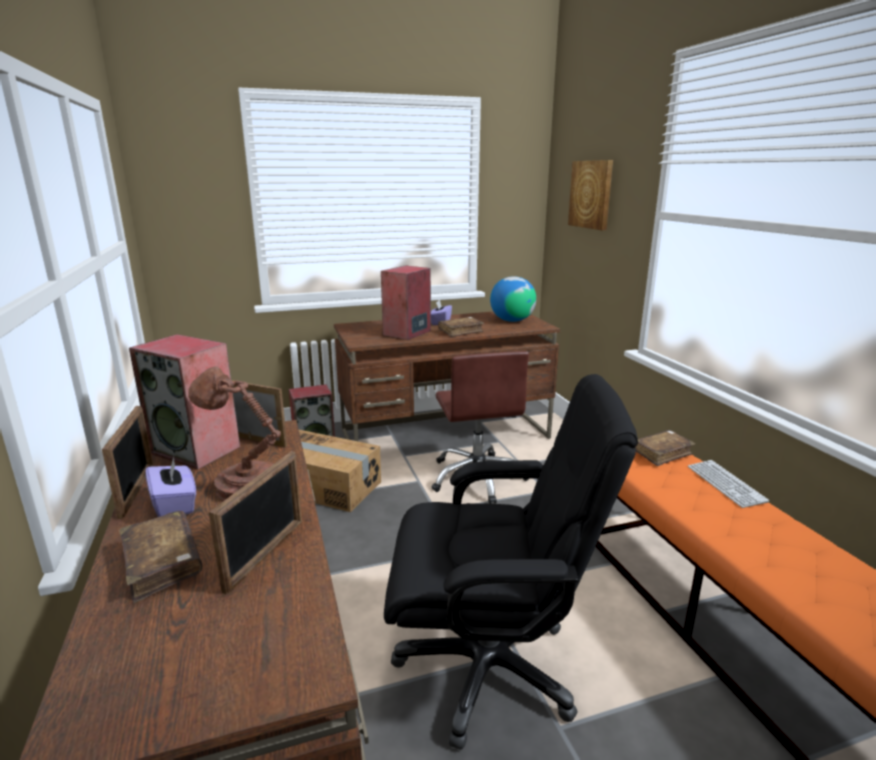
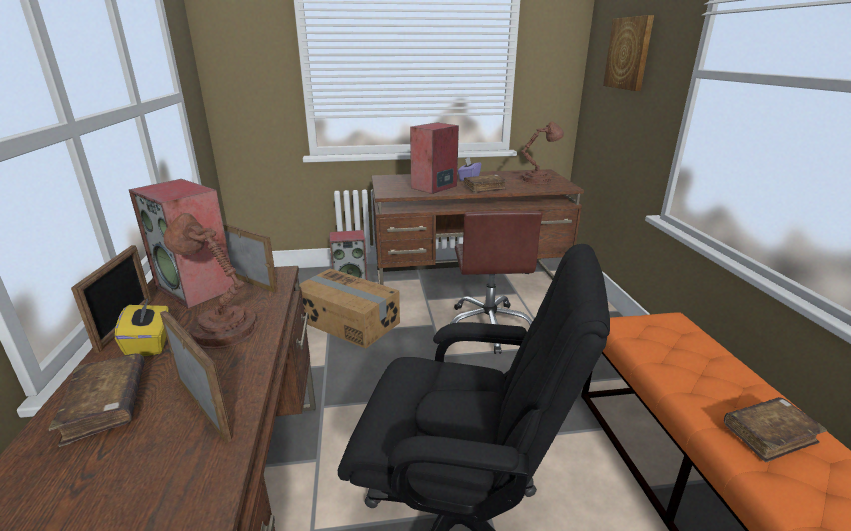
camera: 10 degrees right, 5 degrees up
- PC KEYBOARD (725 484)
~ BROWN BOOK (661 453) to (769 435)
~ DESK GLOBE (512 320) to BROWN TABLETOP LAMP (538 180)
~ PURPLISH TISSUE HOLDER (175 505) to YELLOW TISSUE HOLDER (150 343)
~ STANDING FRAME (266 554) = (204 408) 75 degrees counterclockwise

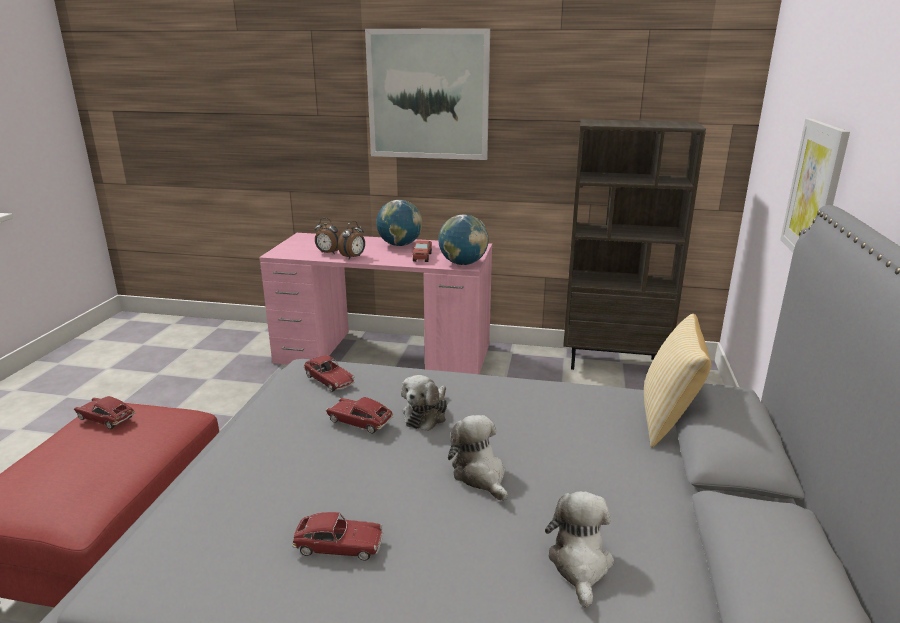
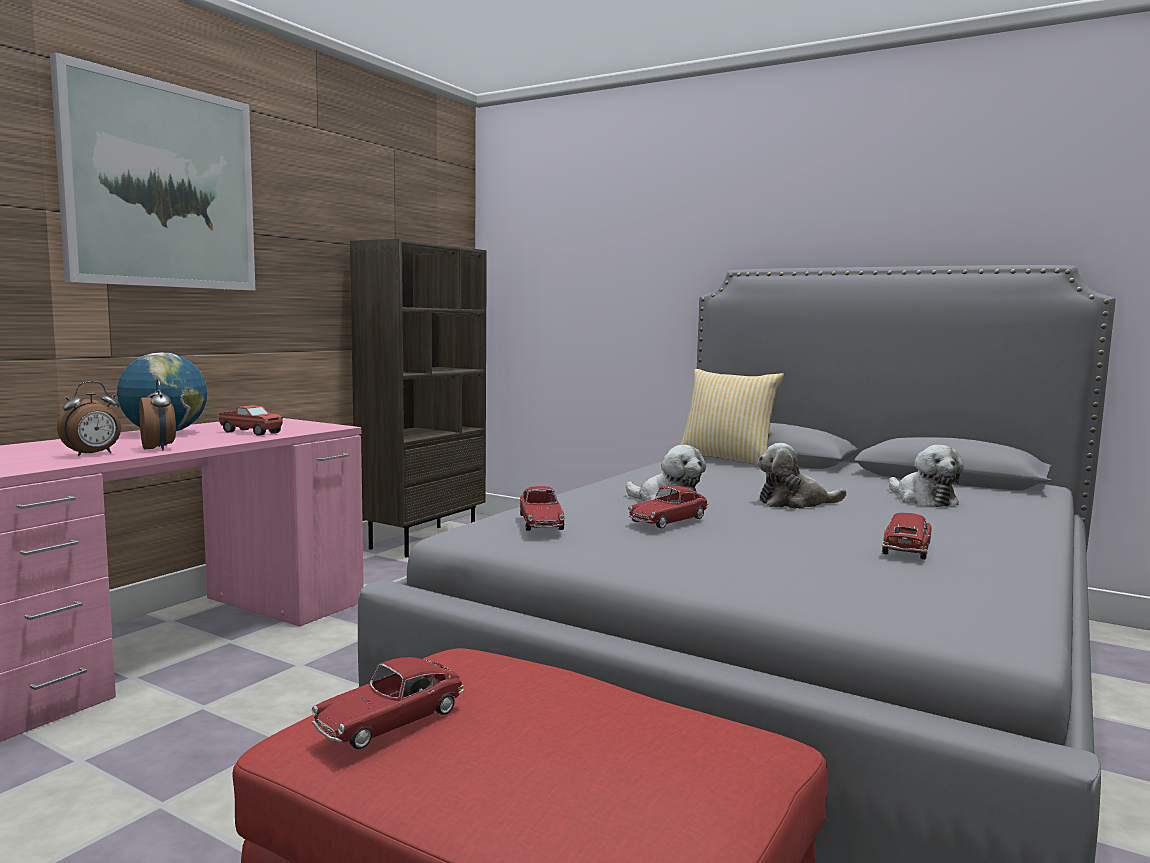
camera: 70 degrees left, 15 degrees down
- DESK GLOBE (463 264)
- PICTURE (814 192)
~ TOY CAR (329 380) = (541 522) 105 degrees clockwise
~ CUDDLY TOY (580 564) = (922 499) 135 degrees counterclockwise

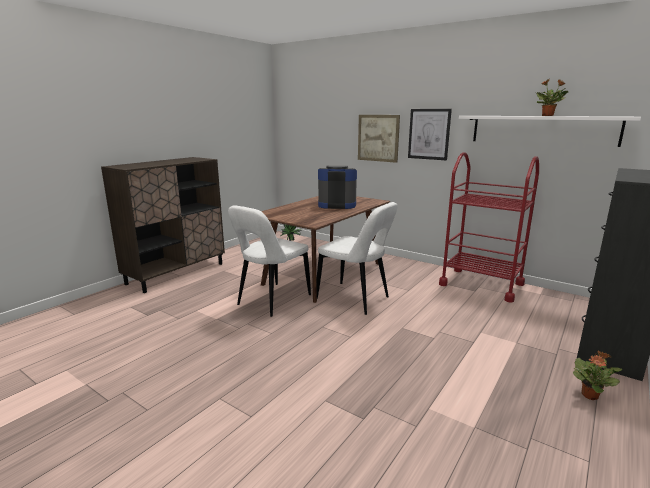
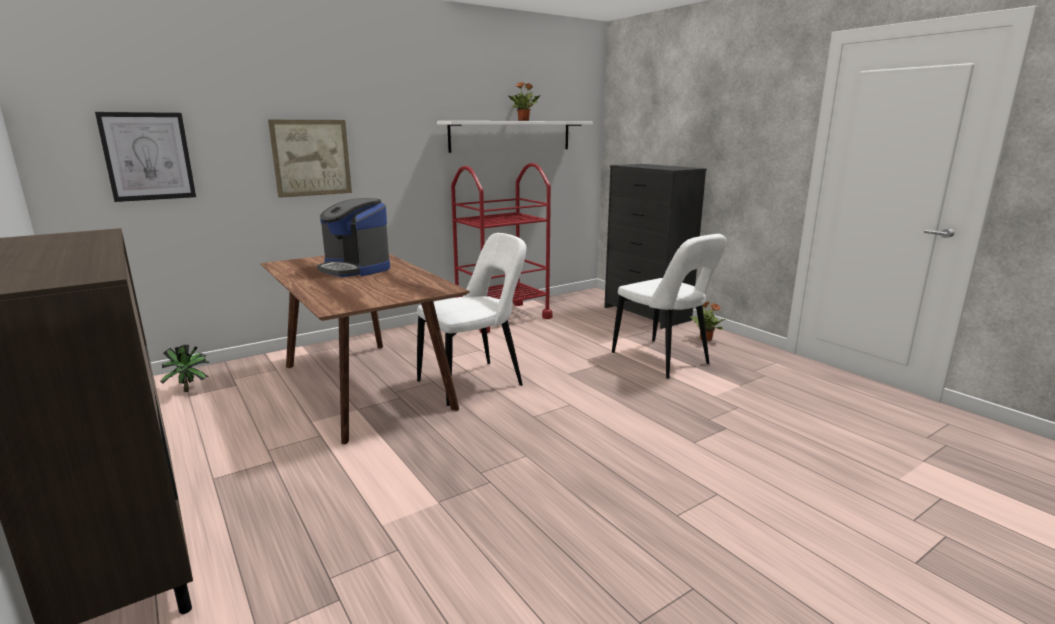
camera: 70 degrees left, 0 degrees up
~ WHITE-COLOURED CHAIR (271 301) to (663 360)
~ PICTURE (429 134) to (148 156)
~ COFFEE MAKER (337 205) = (355 269) 75 degrees counterclockwise

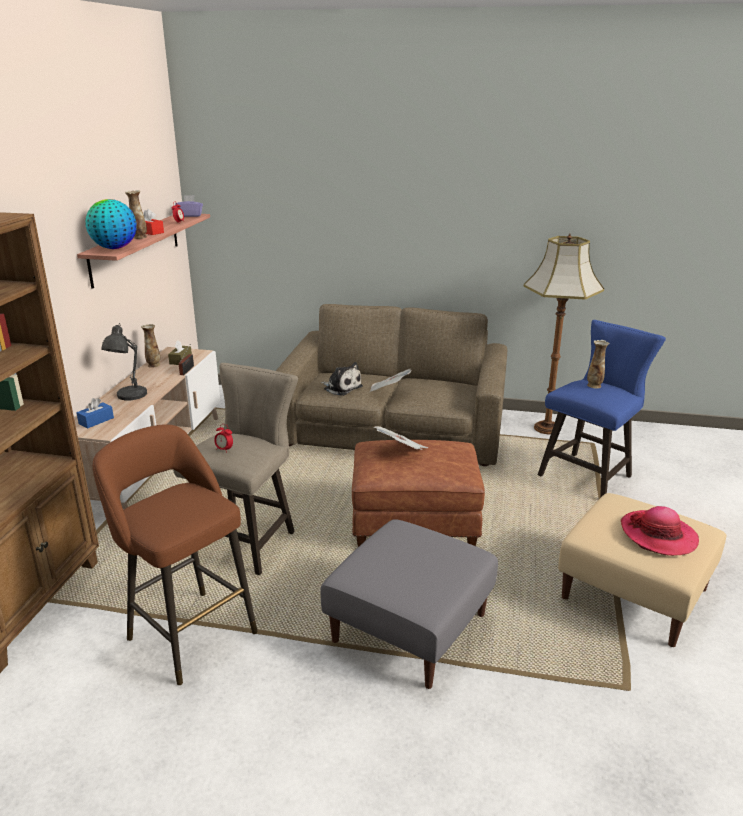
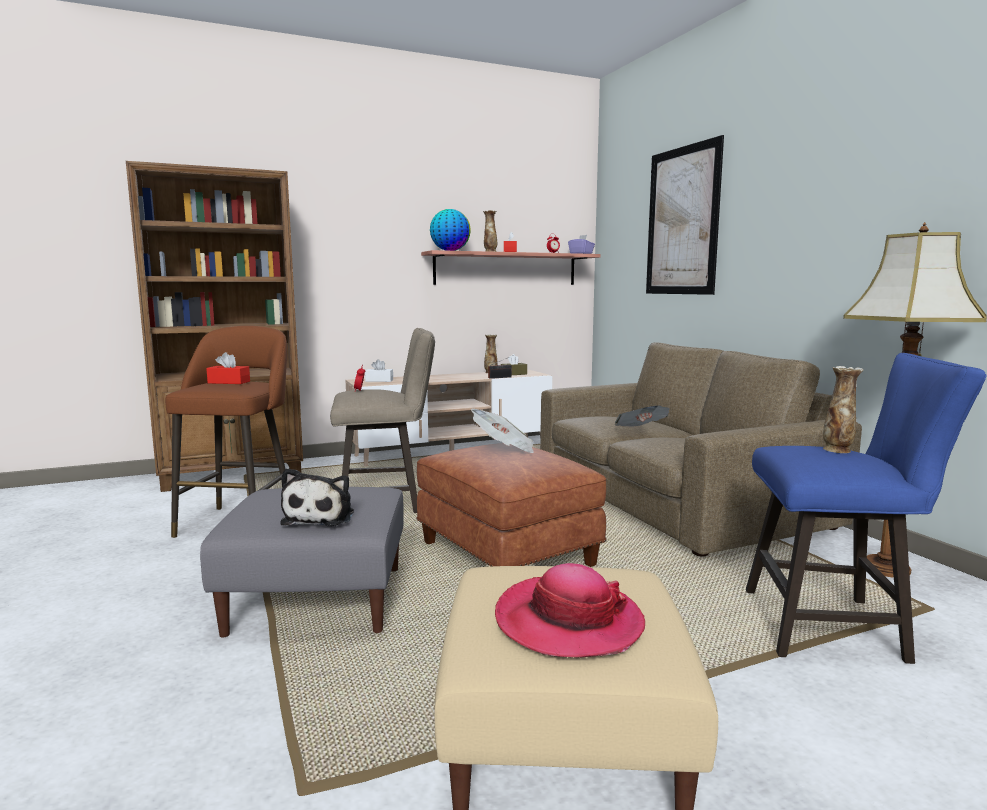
camera: 55 degrees right, 15 degrees down
- GREY TABLETOP LAMP (129 396)
+ REDDISH TISSUE HOLDER (229 382)
+ PICTURE (682 221)
~ CUDDLY TOY (341 387) to (321 517)
~ BLUE-COLOURED TISSUE HOLDER (96 421) to WHITE-COLOURED TISSUE HOLDER (379 380)

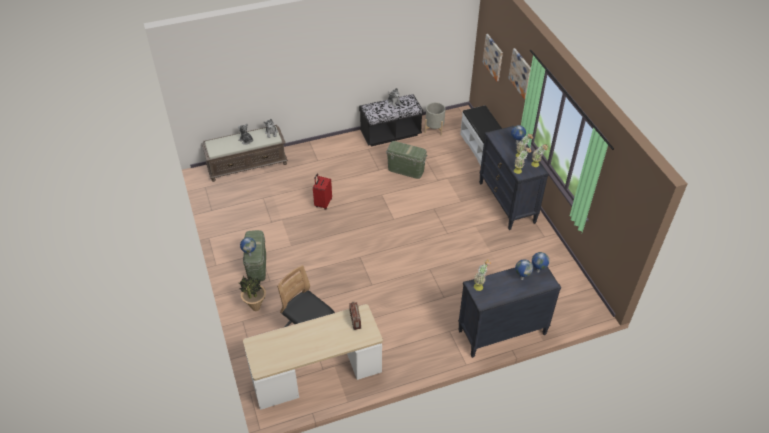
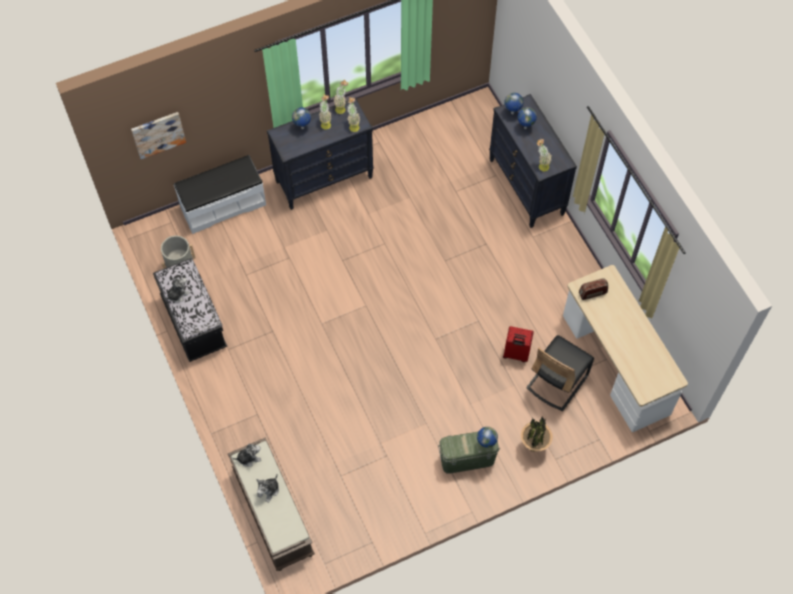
camera: 95 degrees left, 15 degrees up
- GREEN STORAGE BOX (406 170)
- PICTURE (521 73)
~ REDDISH SUITCASE (323 203) to (516 354)

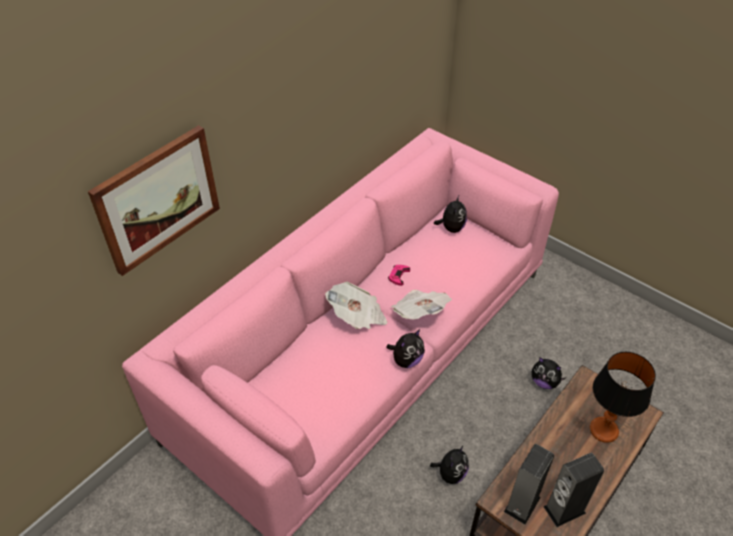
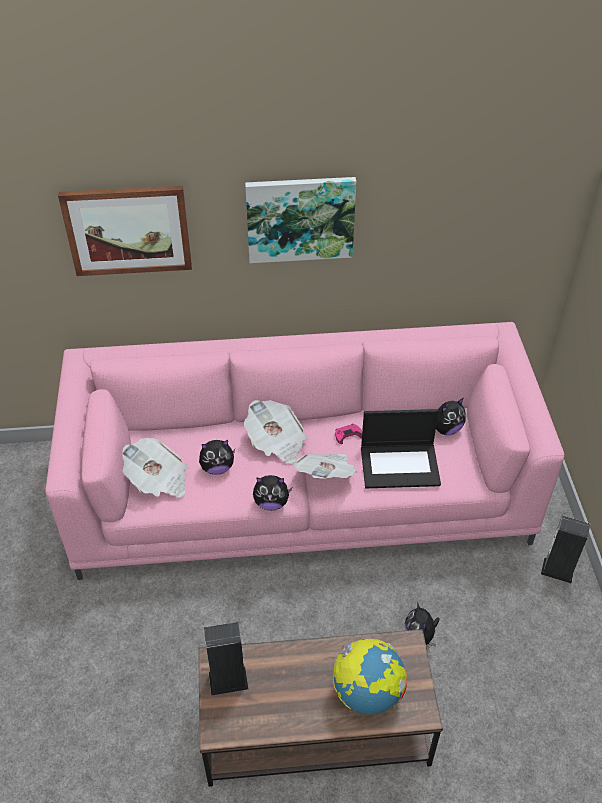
camera: 45 degrees right, 0 degrees up
+ NEWSPAPER (158 480)
+ PICTURE (300 218)
+ NOTEBOOK COMPUTER (400 465)
~ CUDDLY TOY (450 474) to (217 467)
~ AUDIO SPEAKER (564 509) to (557 570)
~ TABLETOP LAMP (604 430) to DESK GLOBE (367 692)

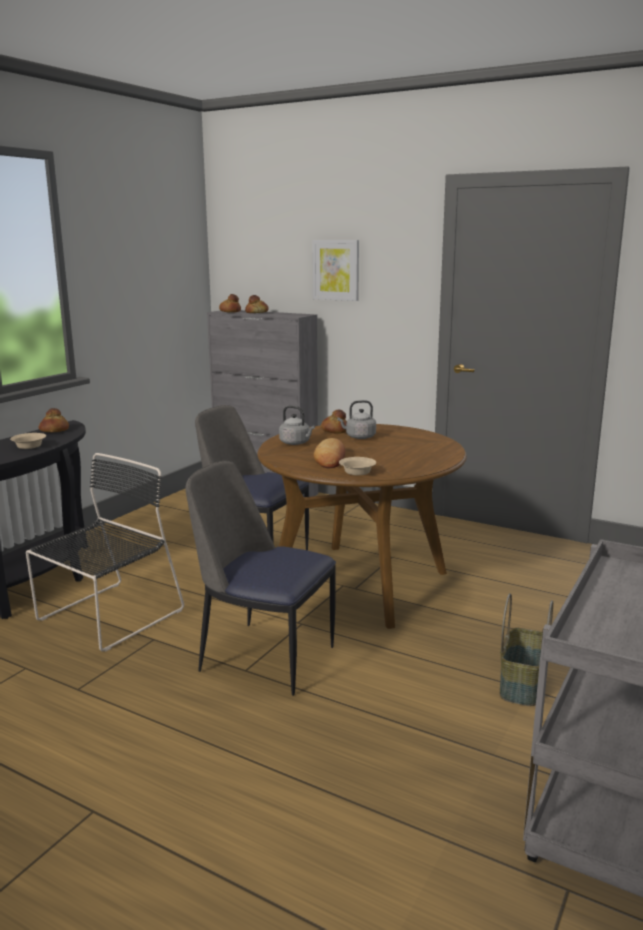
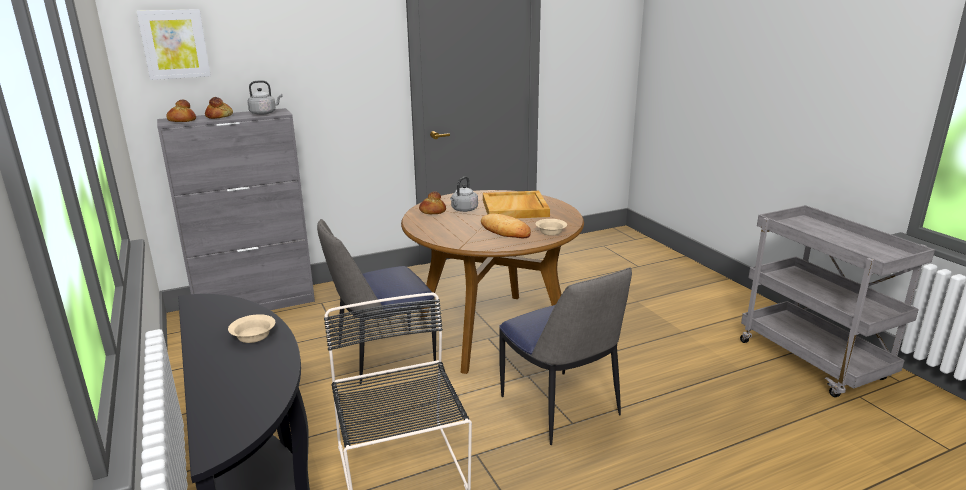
camera: 55 degrees left, 5 degrees up
- BAKERY BREAD (54 430)
- BASKET (521 684)
+ BEIGE CARRYING TRAY (515 208)
~ GREY KETTLE (296 443) to (264 113)
~ PICTURE (336 270) to (174 44)
~ CHAIR (264 657) = (561 408) 90 degrees counterclockwise

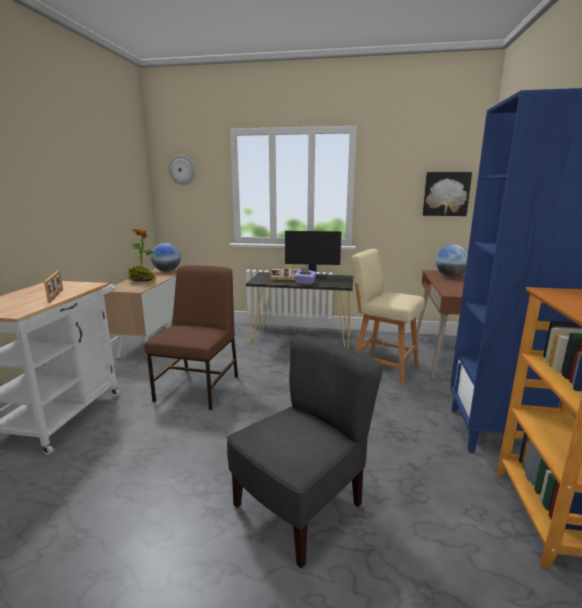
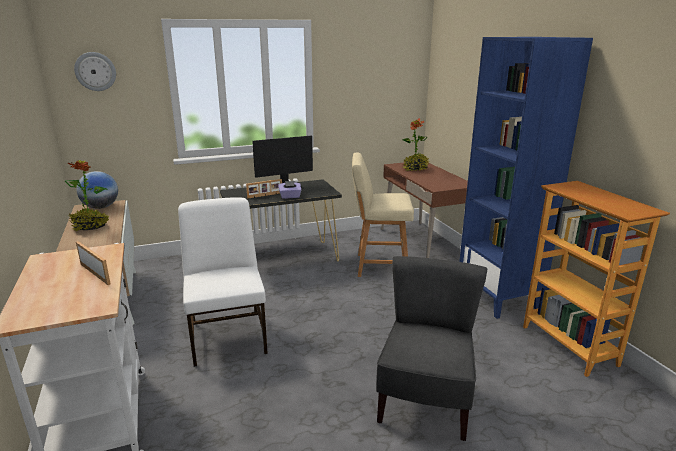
camera: 30 degrees left, 5 degrees up
- PICTURE (446 194)
~ DESK GLOBE (451 276) to HOUSEPLANT (415 169)
~ BROWN CHAIR (199 387) to WHITE-COLOURED CHAIR (228 336)

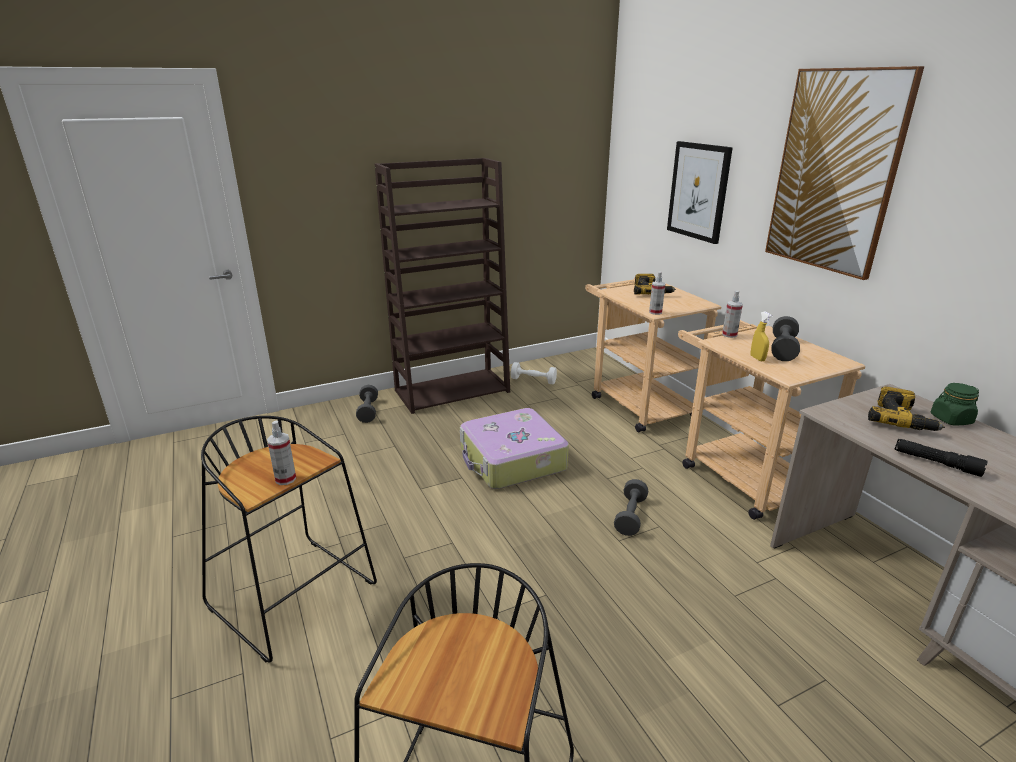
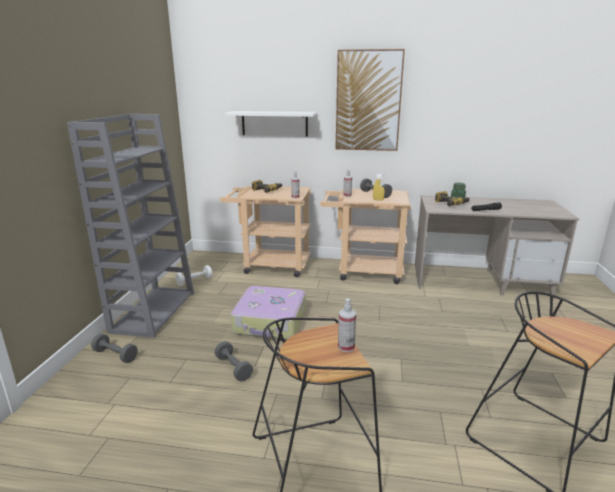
camera: 55 degrees left, 5 degrees down
~ GREY HAND WEIGHT (630 516) to (233 368)
~ PICTURE (698 191) to WHITE-COLOURED BRACKET SHELF (274 123)
~ BROWN BOOKCASE (453 390) to GREY BOOKCASE (153 311)

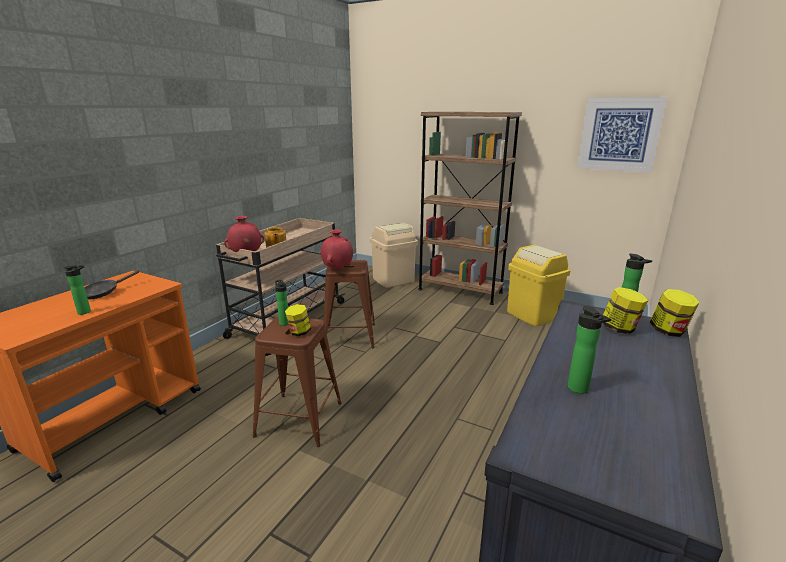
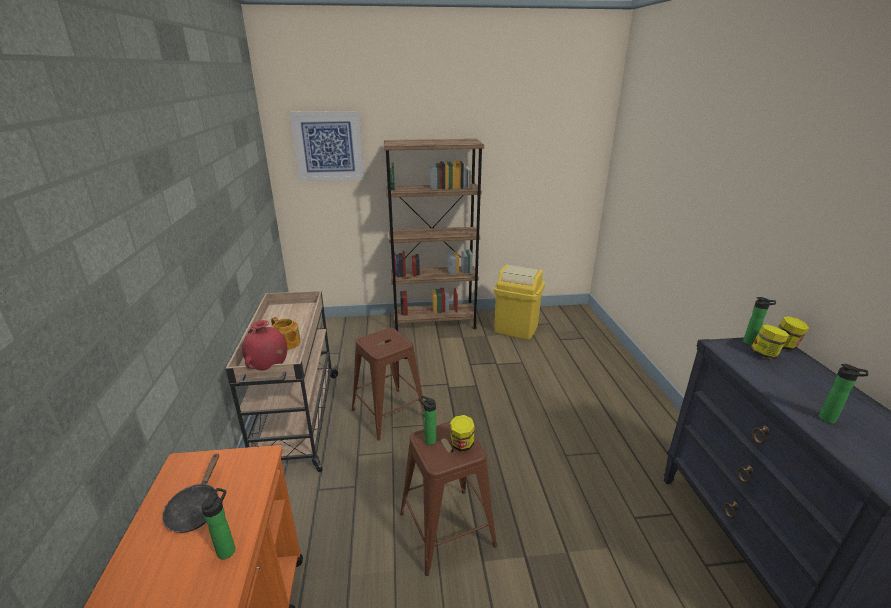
camera: 35 degrees left, 5 degrees up
- REDDISH VASE (337 269)
- BEIGE TRASH CAN (393 280)
~ PICTURE (619 134) to (328 146)

